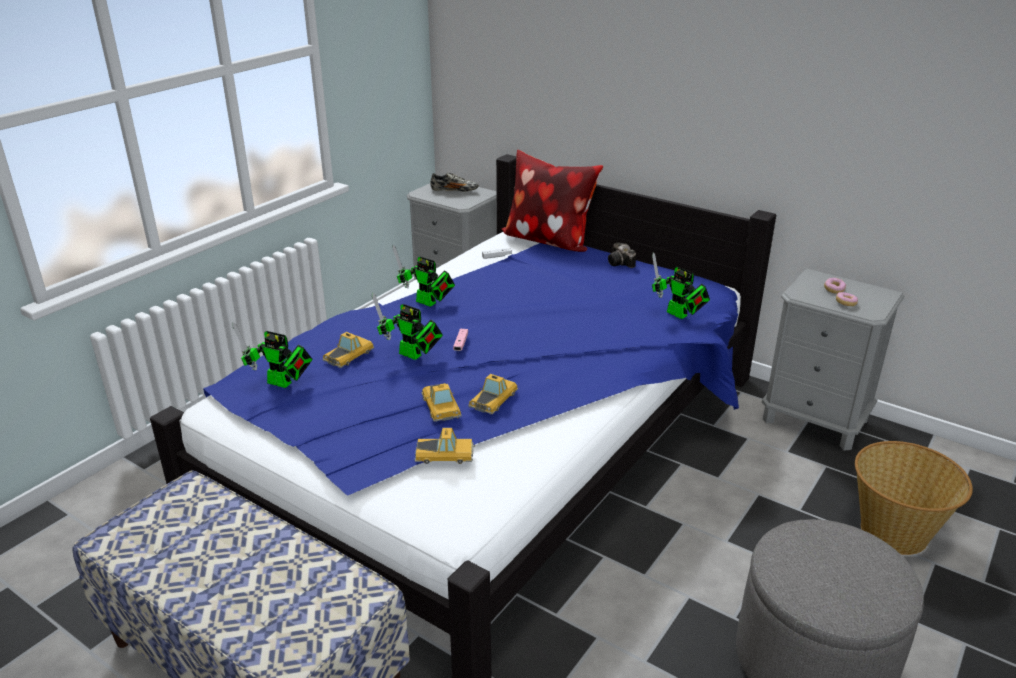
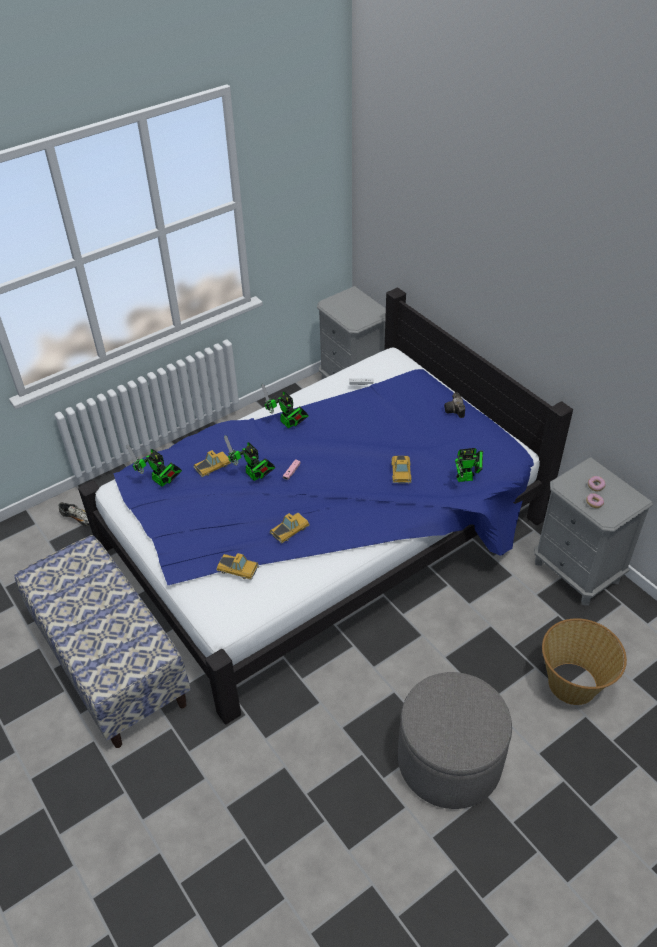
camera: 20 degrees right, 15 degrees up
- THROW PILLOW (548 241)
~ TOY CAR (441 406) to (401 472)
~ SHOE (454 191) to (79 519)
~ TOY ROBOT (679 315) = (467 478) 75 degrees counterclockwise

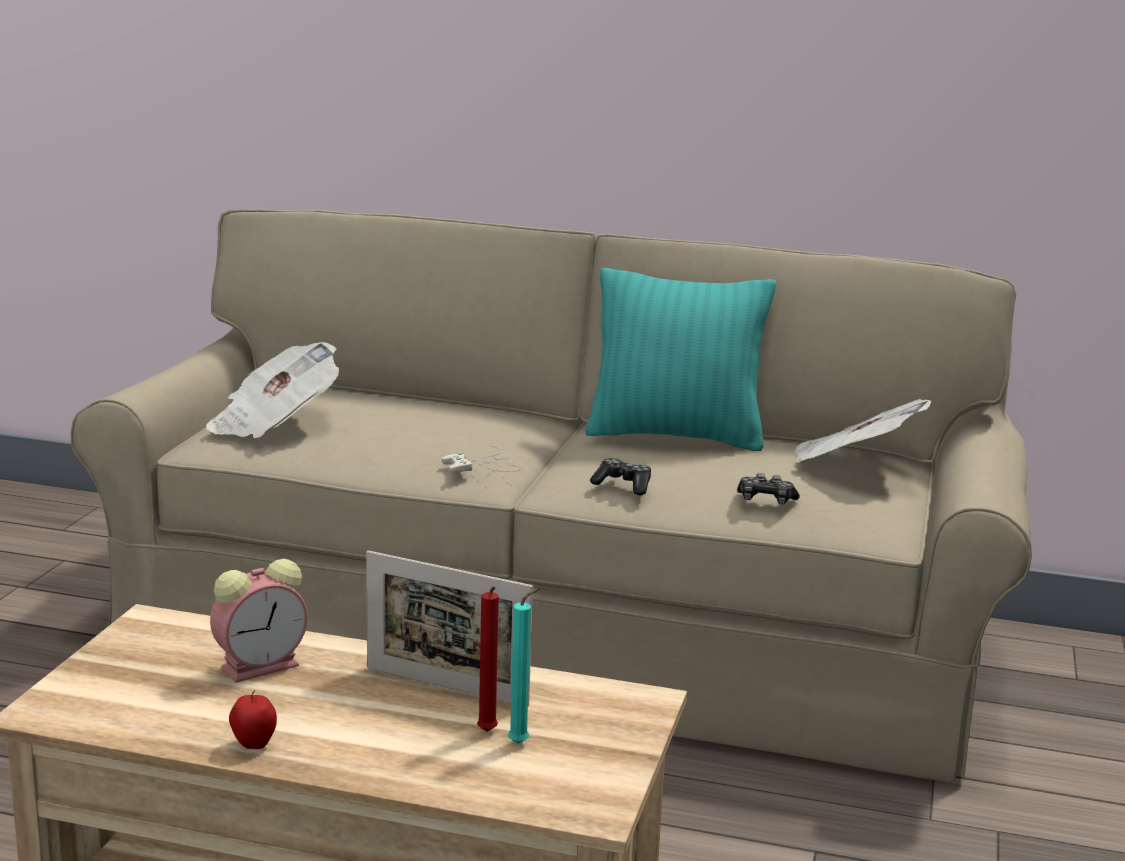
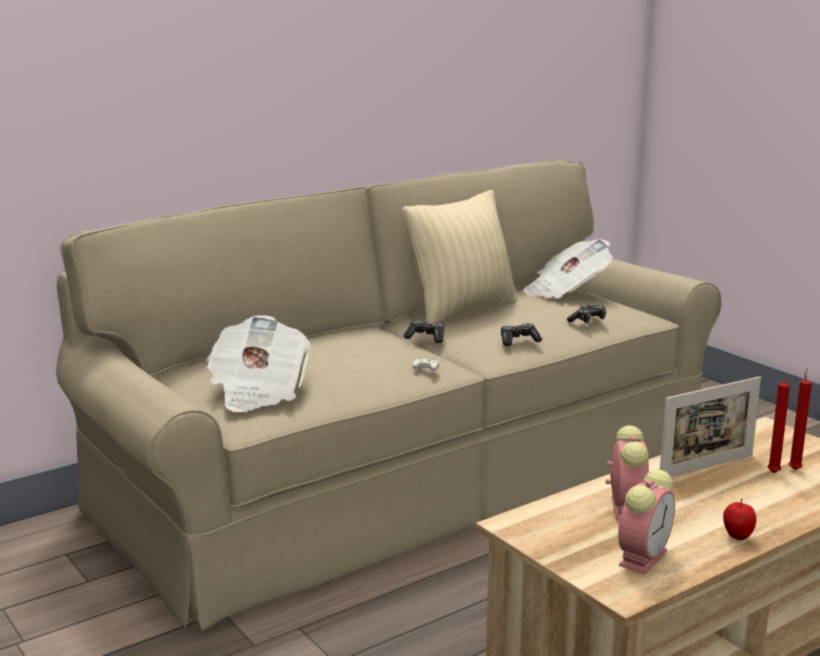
camera: 50 degrees left, 0 degrees up
+ JOYPAD (426 338)
+ ALARM CLOCK (643 556)
~ TURQUOISE CANDLE (521 743) to REDDISH CANDLE (795 469)
~ TURQUOISE THROW PILLOW (675 436) to BEIGE THROW PILLOW (462 309)

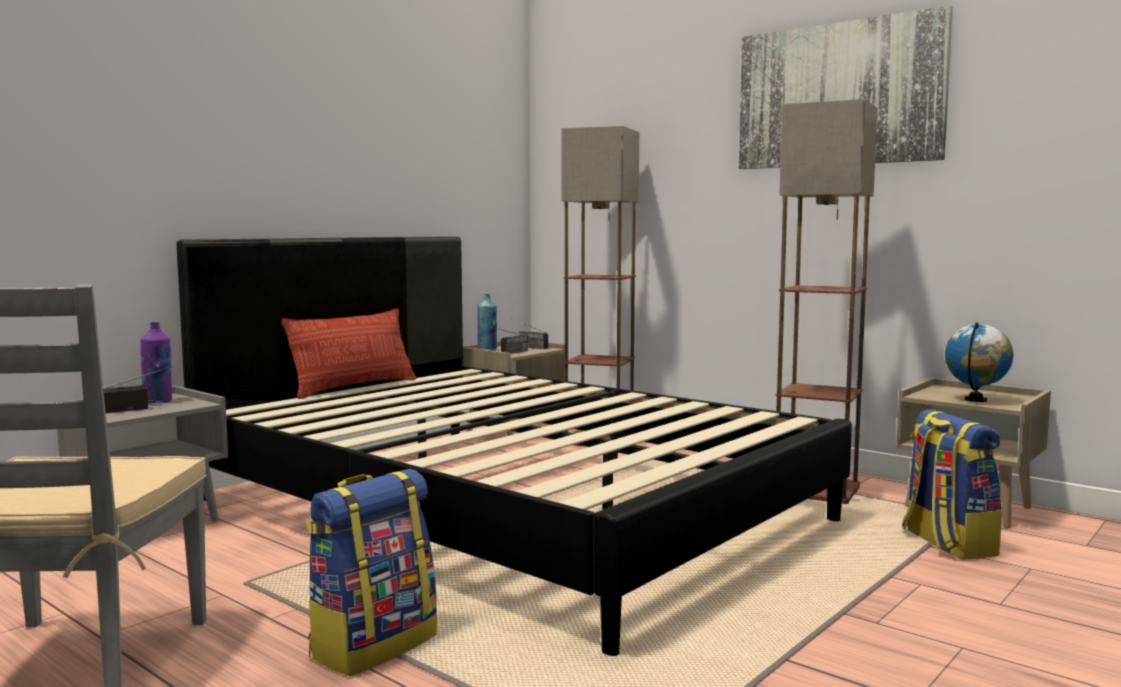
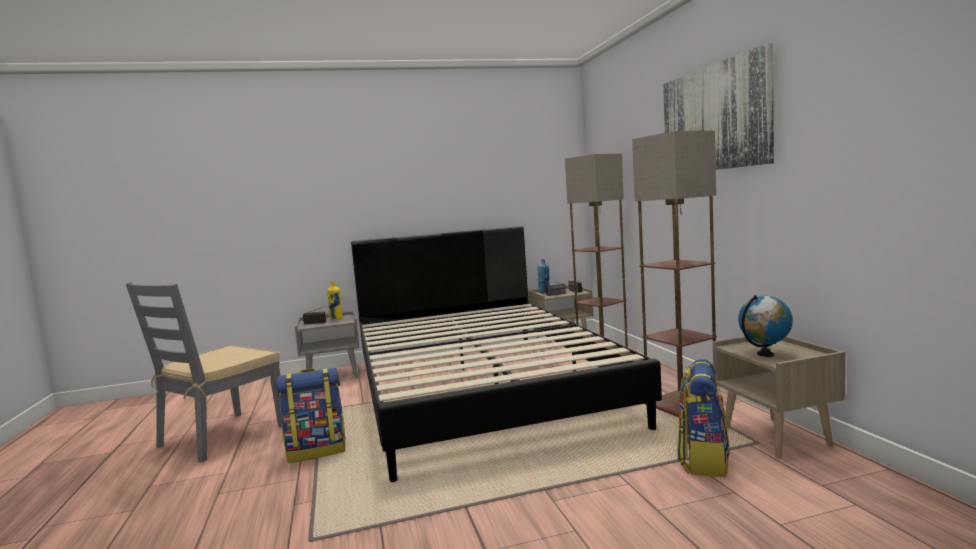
camera: 35 degrees right, 0 degrees up
- THROW PILLOW (353 387)
~ PURPLISH BOTTLE (158 402) to YELLOW BOTTLE (336 319)

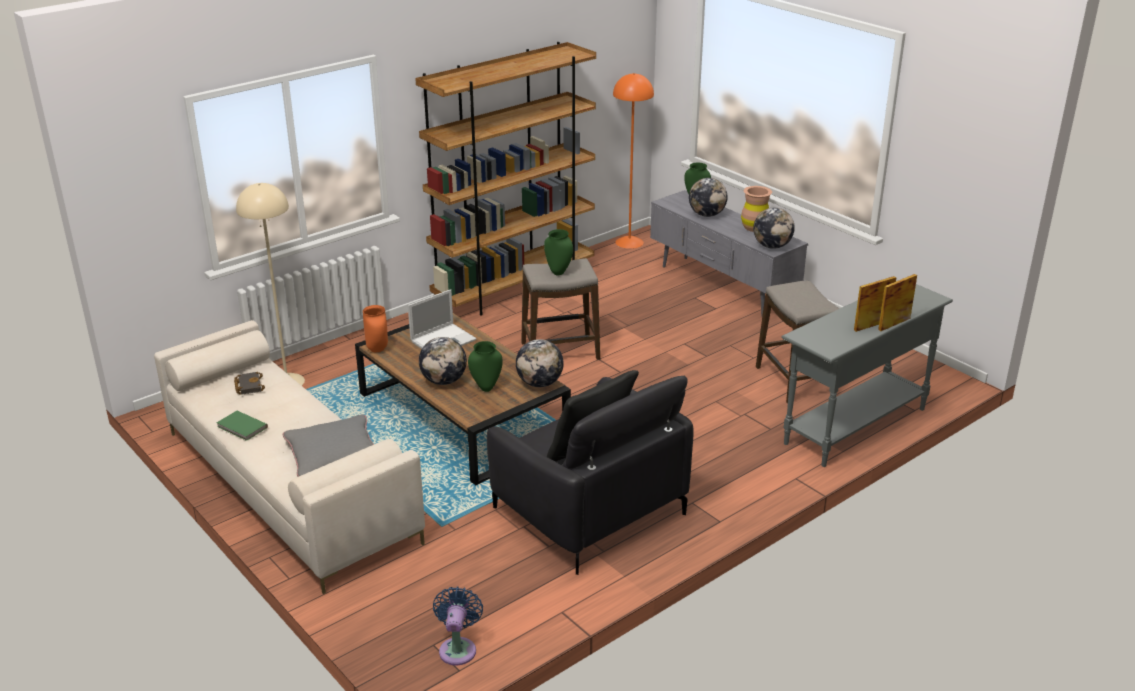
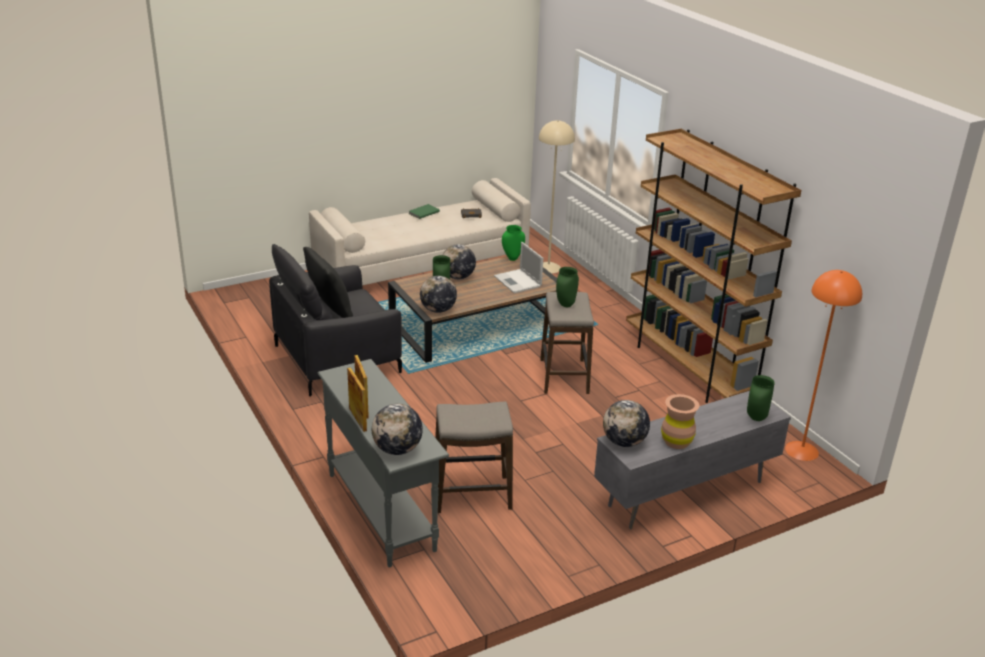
camera: 100 degrees right, 0 degrees up
- GREY THROW PILLOW (333 454)
- BLUE-COLOURED FAN (458 648)
~ DESK GLOBE (707 215) to (397 449)
~ ORANGEY VASE (376 350) to GREEN VASE (512 258)

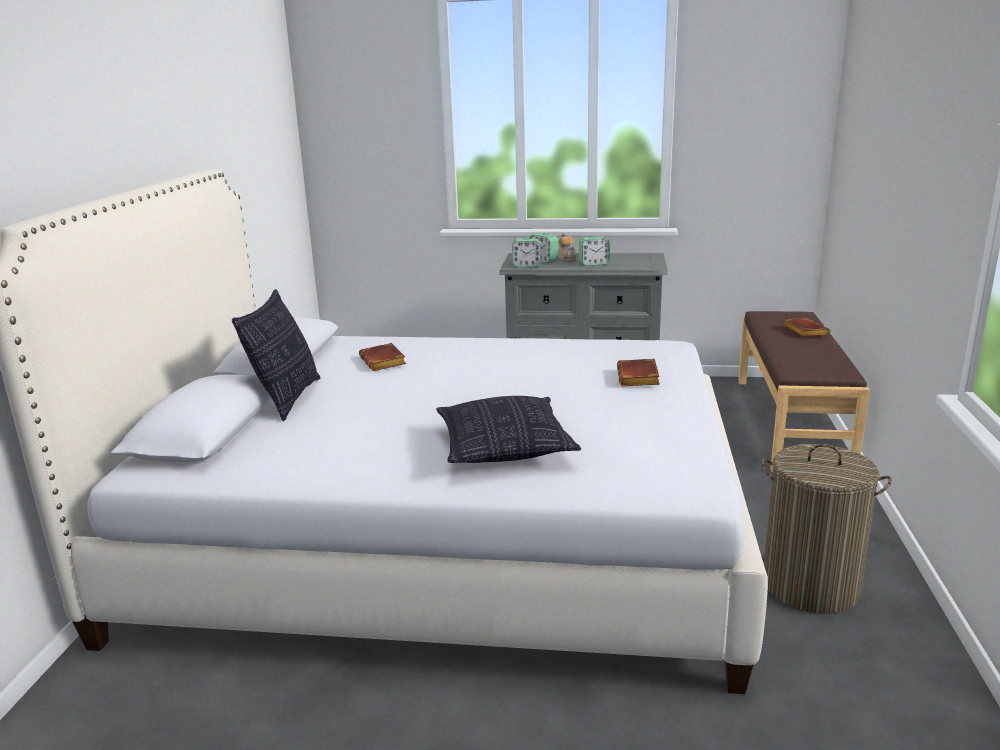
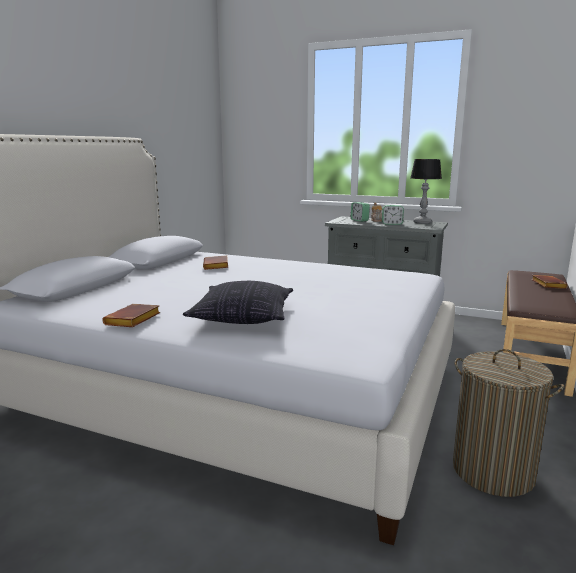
camera: 15 degrees right, 5 degrees down
- THROW PILLOW (287 399)
- ALARM CLOCK (527 265)
+ TABLETOP LAMP (422 222)
~ BROWN BOOK (639 378) to (133 321)

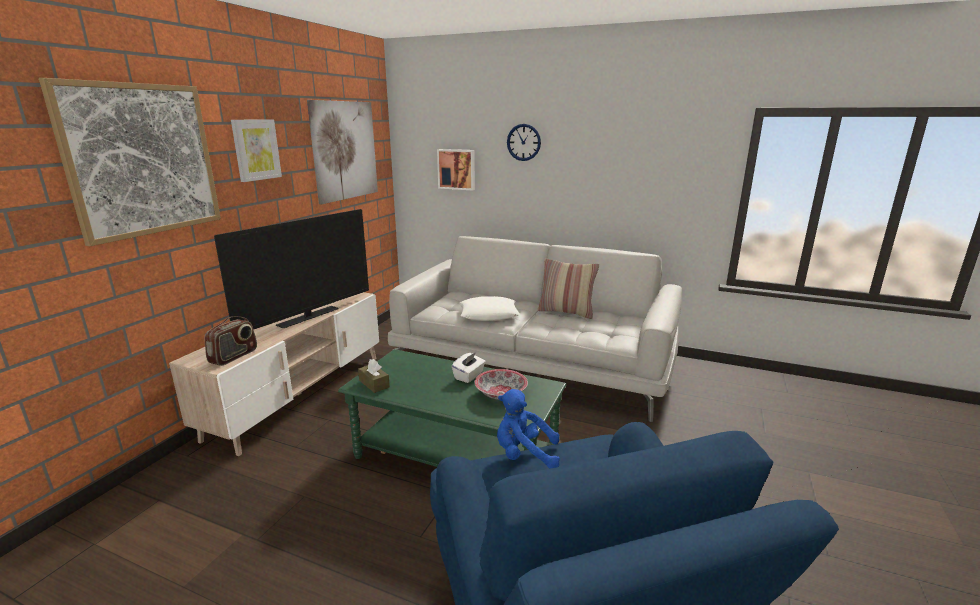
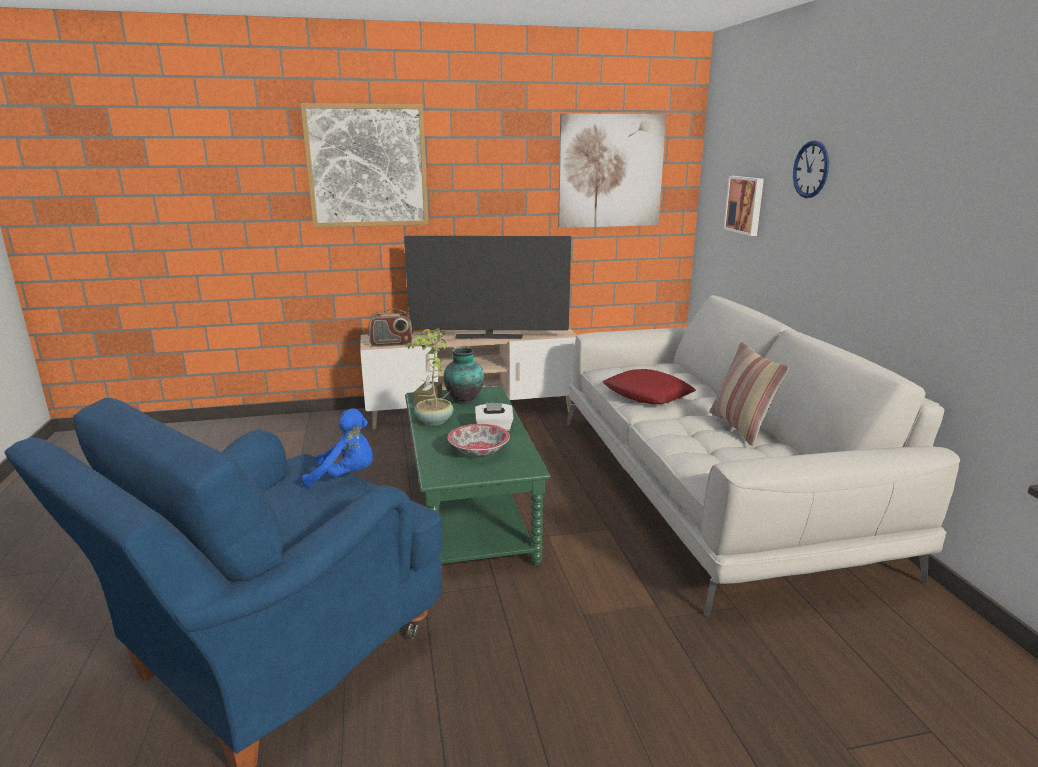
camera: 55 degrees right, 0 degrees up
- PICTURE (256 150)
+ HOUSEPLANT (433 421)
+ VASE (464 400)
~ WHITE-COLOURED THROW PILLOW (489 314) to REDDISH THROW PILLOW (647 394)
~ BLUE-COLOURED CUDDLY TOY (524 454) = (346 477) 120 degrees clockwise

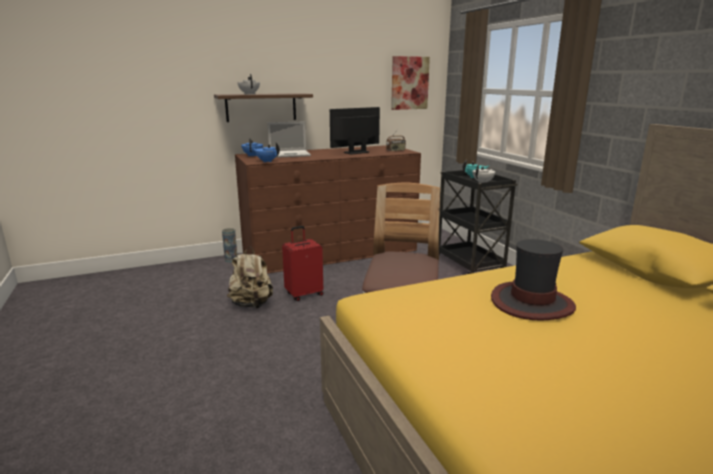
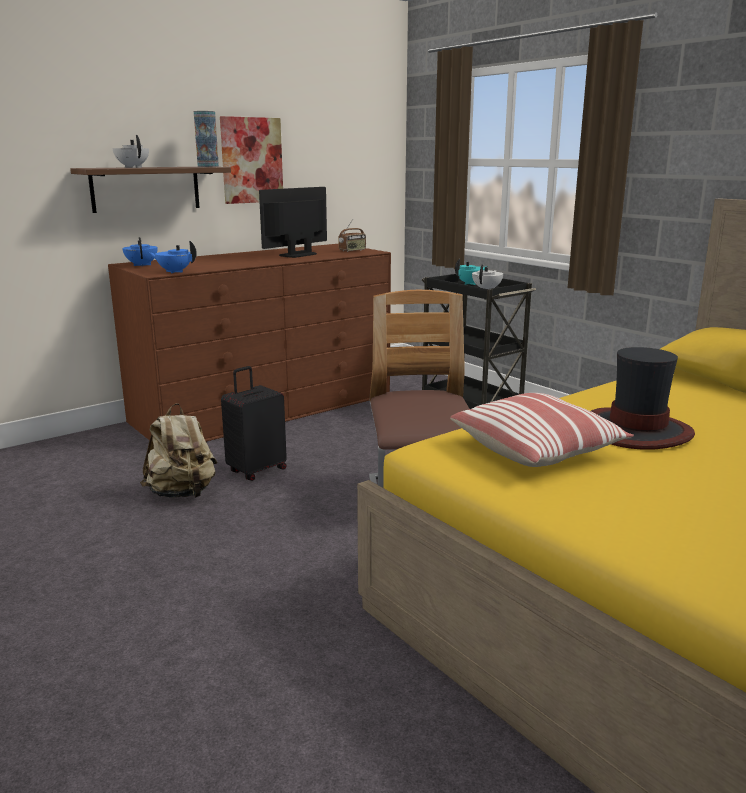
camera: 15 degrees left, 0 degrees up
- NOTEBOOK COMPUTER (290 154)
+ THROW PILLOW (537 449)
~ VASE (231 260) to (208 166)
~ PICTURE (409 83) to (251 160)
~ REDDISH SUITCASE (304 294) to BLACK-COLOURED SUITCASE (256 470)

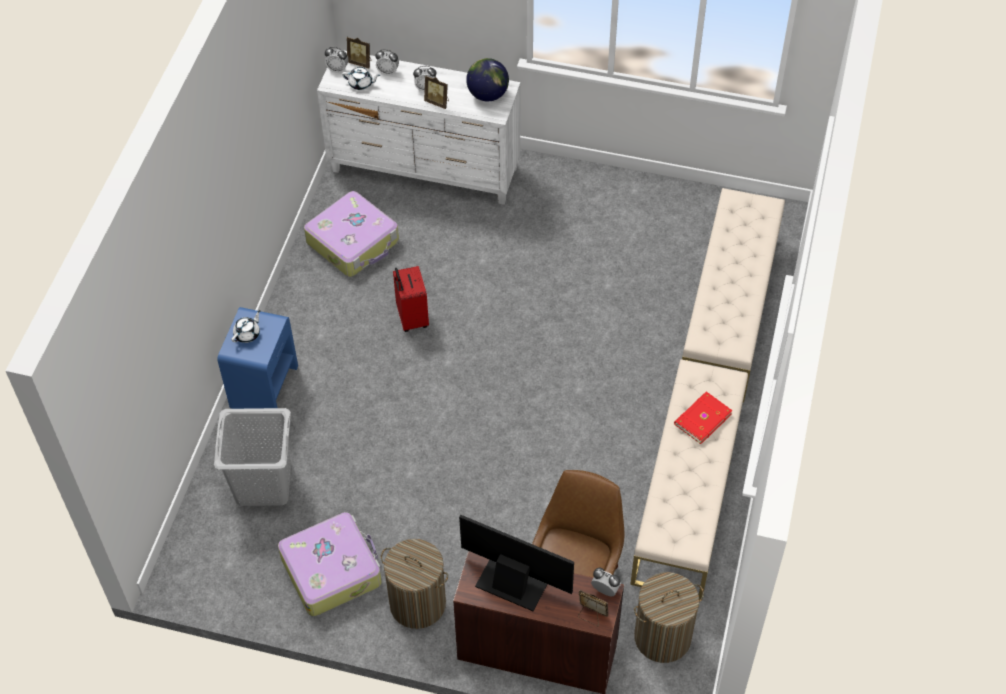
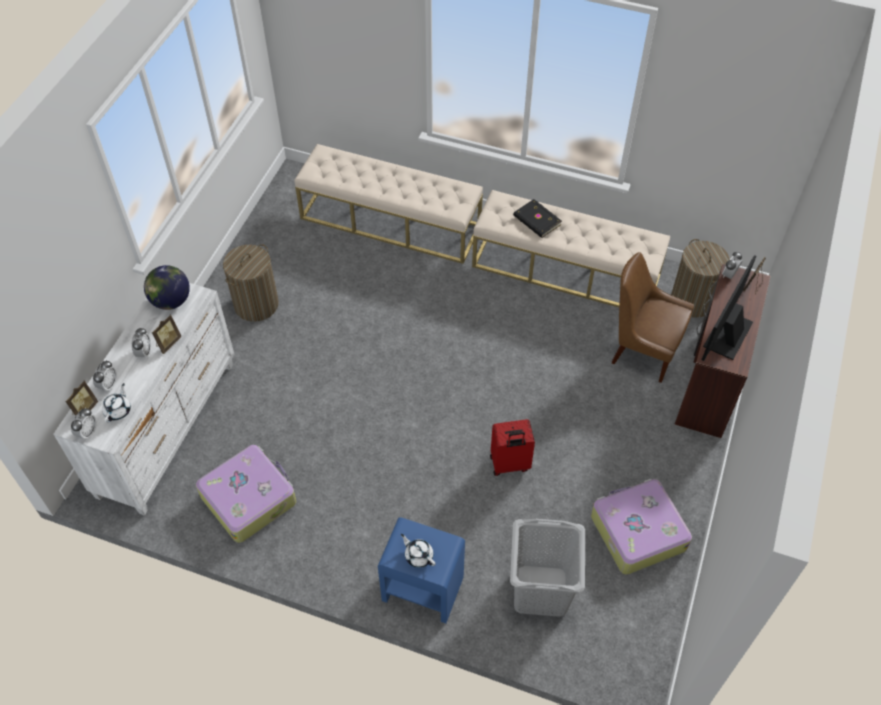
camera: 85 degrees left, 0 degrees up
~ HAMPER (418 603) to (256 304)
~ REDDISH SUITCASE (411 318) to (509 464)
~ REDDISH BOOK (701 418) to BLACK-COLOURED BOOK (536 221)

